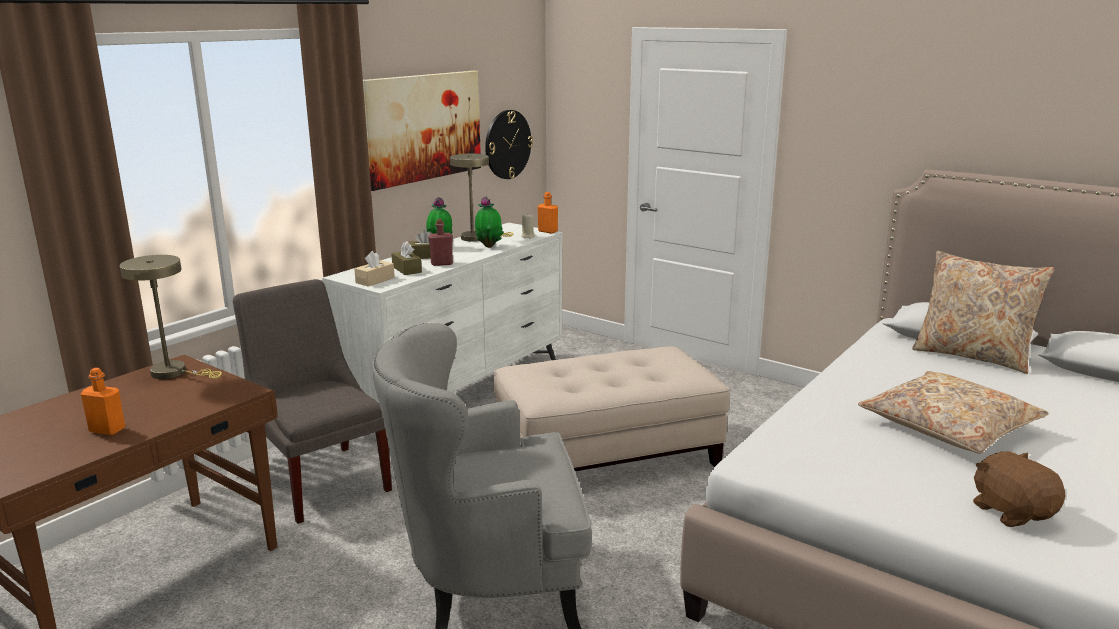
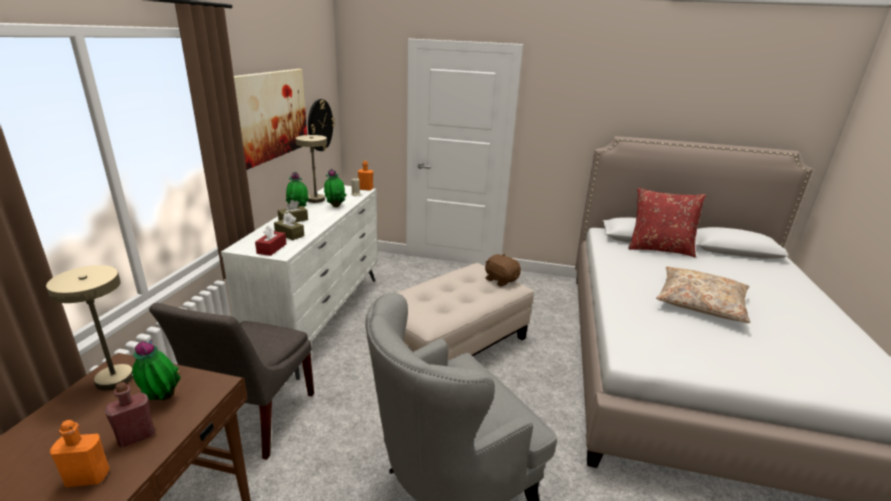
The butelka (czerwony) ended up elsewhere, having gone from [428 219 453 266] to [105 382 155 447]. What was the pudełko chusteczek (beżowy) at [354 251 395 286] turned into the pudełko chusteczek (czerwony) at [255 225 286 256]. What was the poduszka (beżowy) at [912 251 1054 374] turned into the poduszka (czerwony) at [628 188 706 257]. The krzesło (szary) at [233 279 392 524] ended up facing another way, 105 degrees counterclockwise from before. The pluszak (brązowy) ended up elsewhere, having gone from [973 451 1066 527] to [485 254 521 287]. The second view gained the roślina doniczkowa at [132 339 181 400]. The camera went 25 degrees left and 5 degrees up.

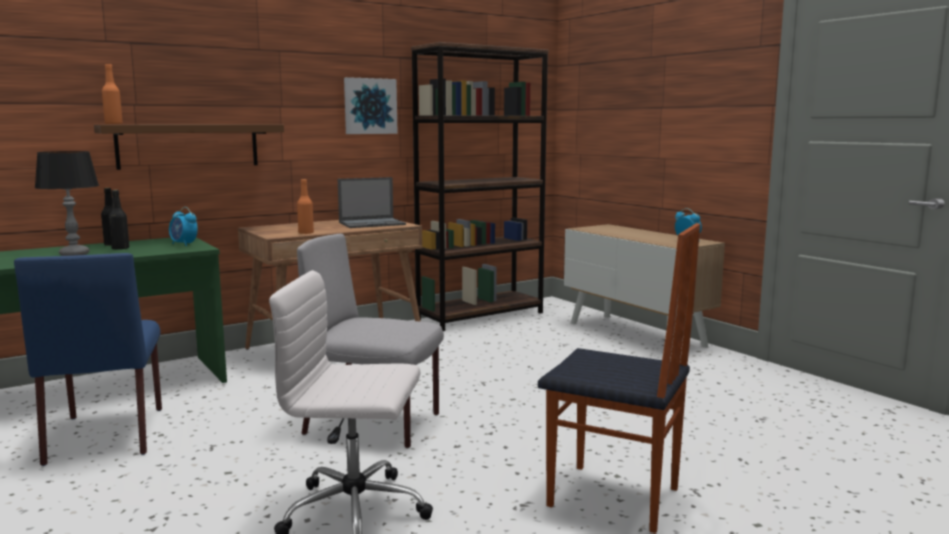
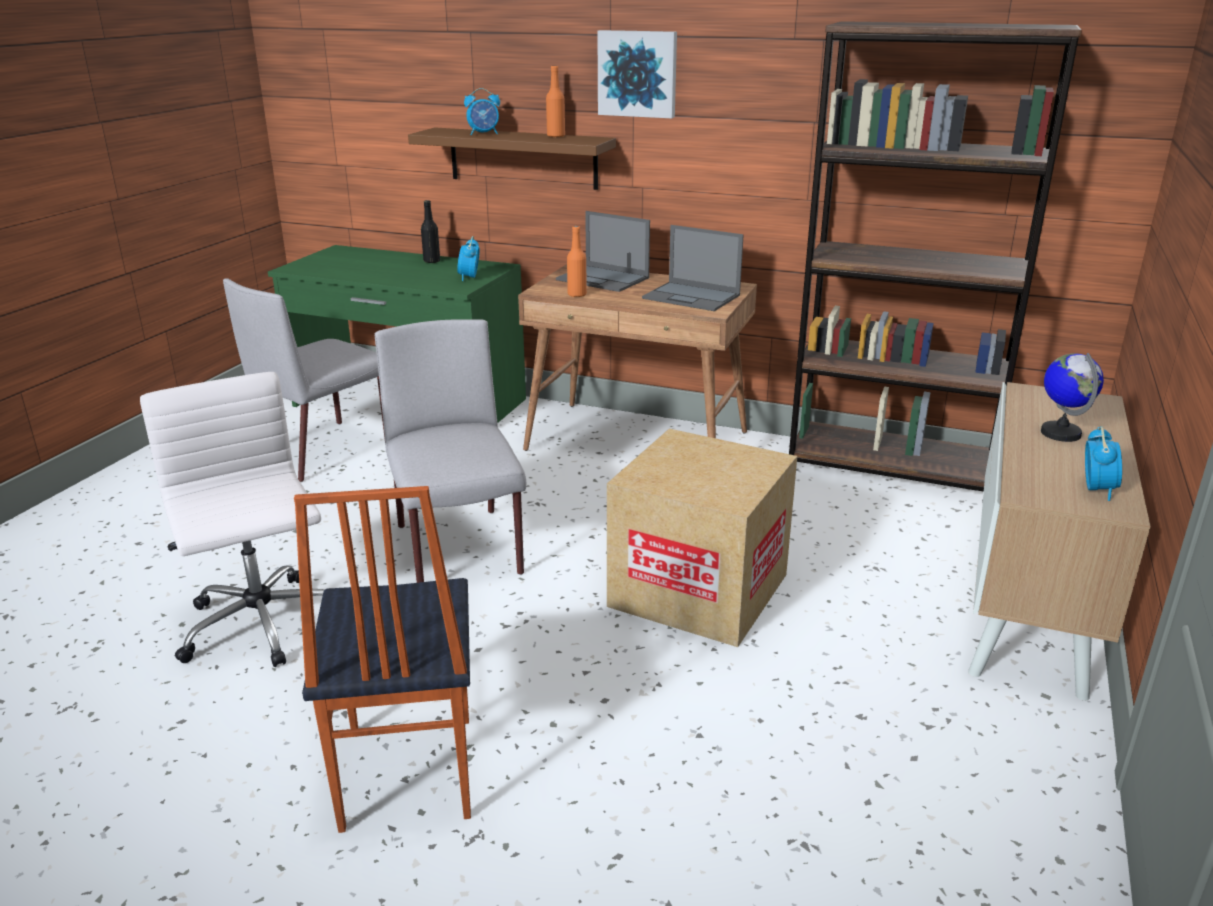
The butelka (pomarańczowy) ended up elsewhere, having gone from [102 64 123 124] to [546 66 565 137]. The obraz ended up elsewhere, having gone from [344 77 398 134] to [597 30 677 119]. The second view lost the lampa stołowa at [35 151 99 256]. The second view lost the butelka (czarny) at [109 190 130 250]. What was the krzesło (niebieski) at [14 253 162 466] turned into the krzesło (szary) at [223 278 385 482]. The second view gained the budzik at [464 88 500 135]. The second view gained the laptop at [556 211 650 292]. The second view gained the globus at [1041 353 1104 442]. The second view gained the karton at [607 429 797 647]. The camera went 55 degrees right and 15 degrees up.

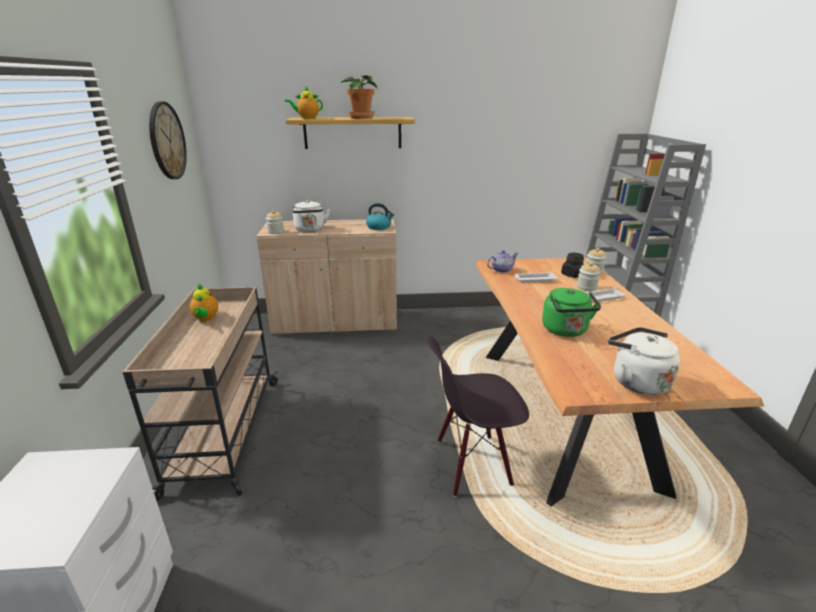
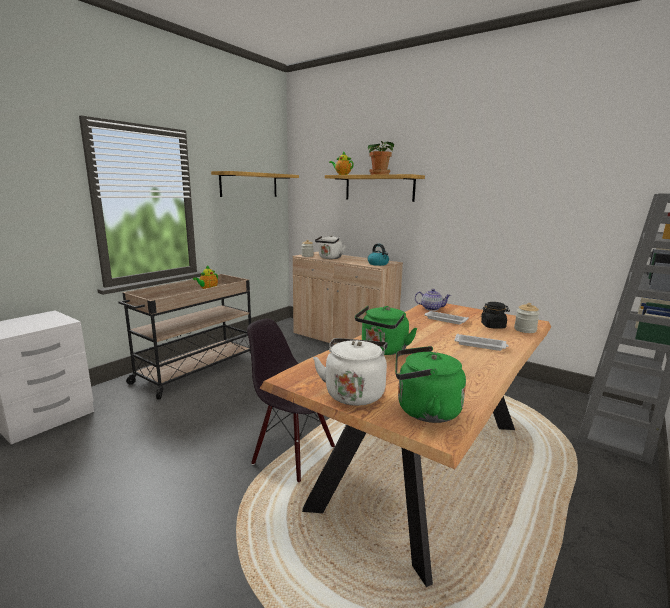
Where the zegar ścienny hung at [149 102 187 179], the półka came to hang at [211 171 299 197]. The second view lost the słoik at [577 262 600 291]. The second view gained the czajnik (zielony) at [395 346 466 423]. The camera went 40 degrees right and 10 degrees down.

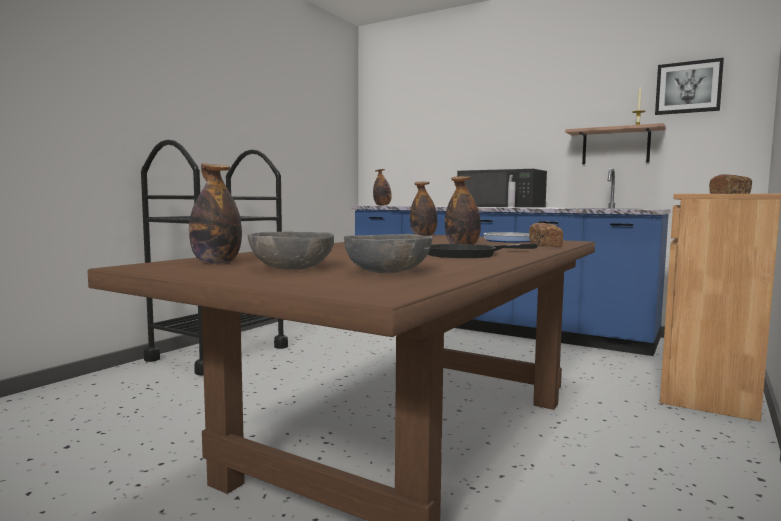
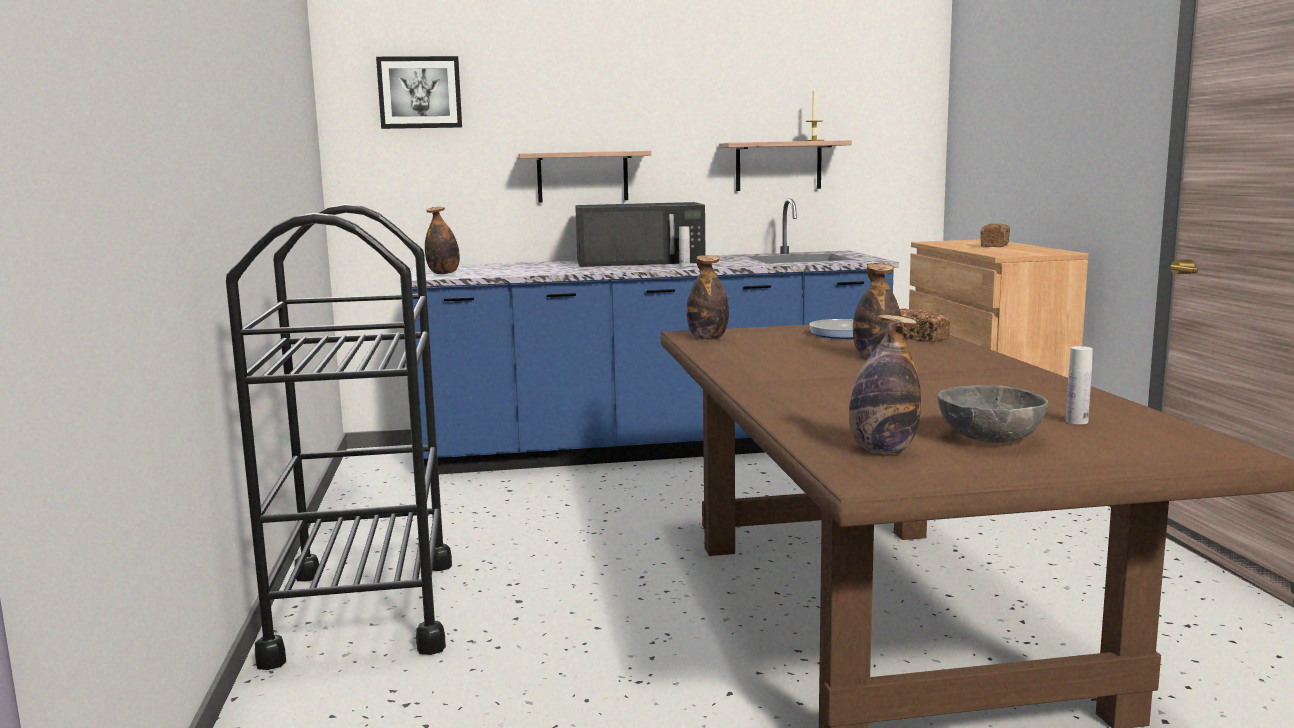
The obraz ended up elsewhere, having gone from [655 58 724 115] to [376 56 462 129]. Where the miska (szary) stood at [344 234 433 273], the butelka (biały) came to stand at [1066 346 1093 424]. The second view lost the patelnia (czarny) at [428 244 538 258]. The second view gained the półka at [518 151 651 203]. The camera went 40 degrees left and 5 degrees up.

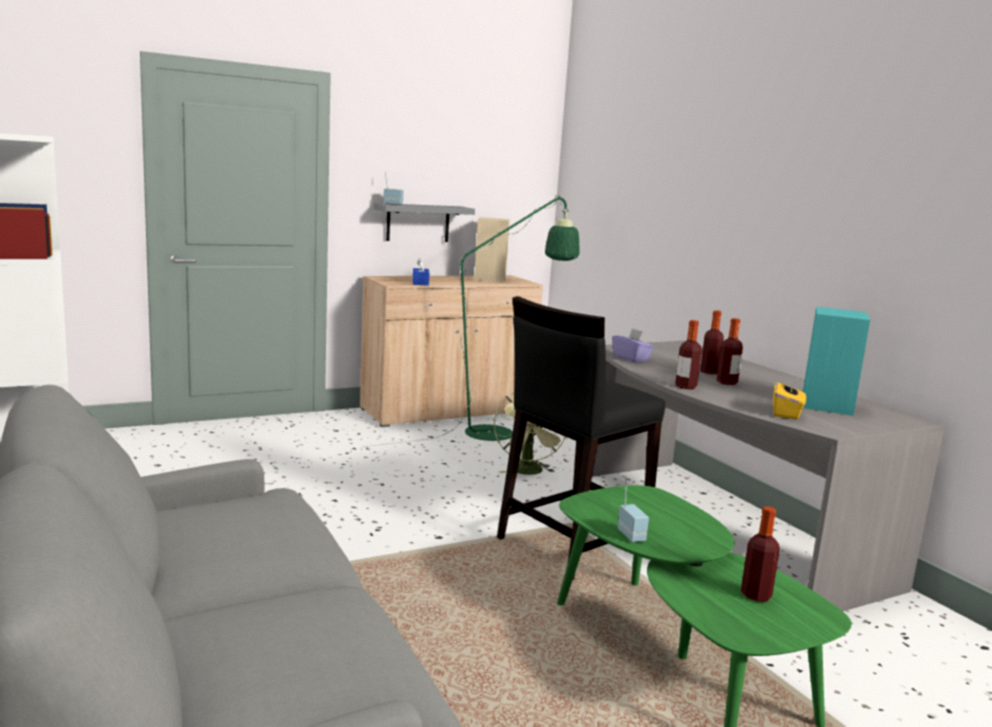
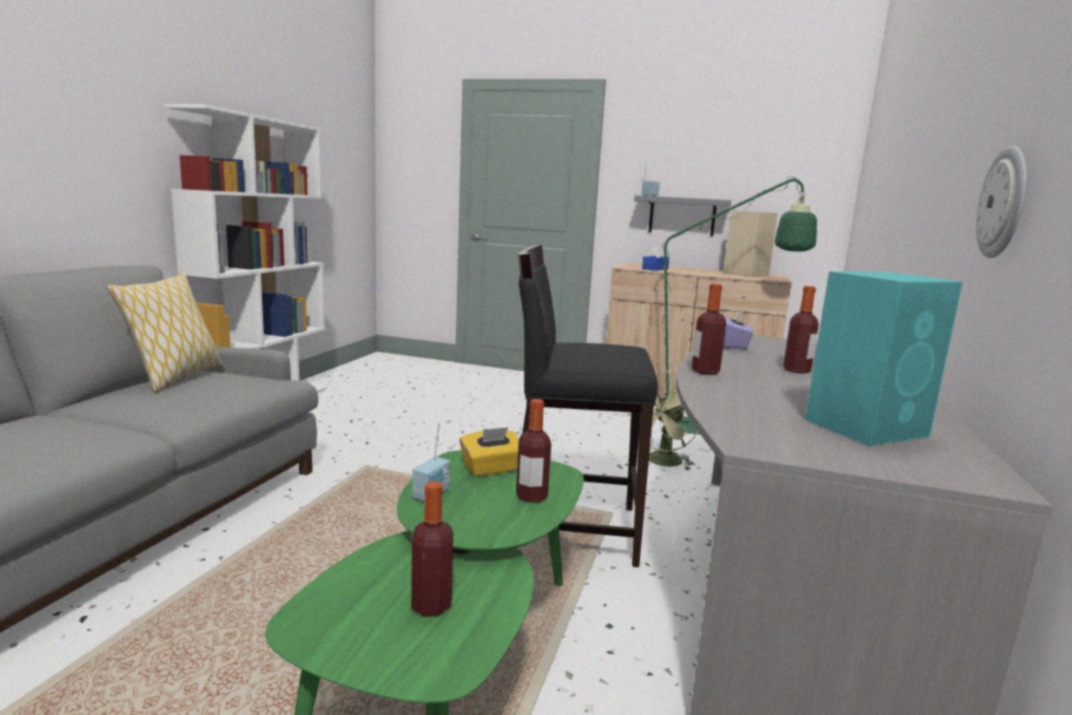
The butelka ended up elsewhere, having gone from [717 318 743 385] to [516 399 551 503]. The pudełko chusteczek (żółty) ended up elsewhere, having gone from [773 379 806 420] to [460 427 519 477]. The second view gained the zegar ścienny at [976 146 1027 258]. The second view gained the poduszka at [107 273 222 392]. The camera went 45 degrees right and 0 degrees up.

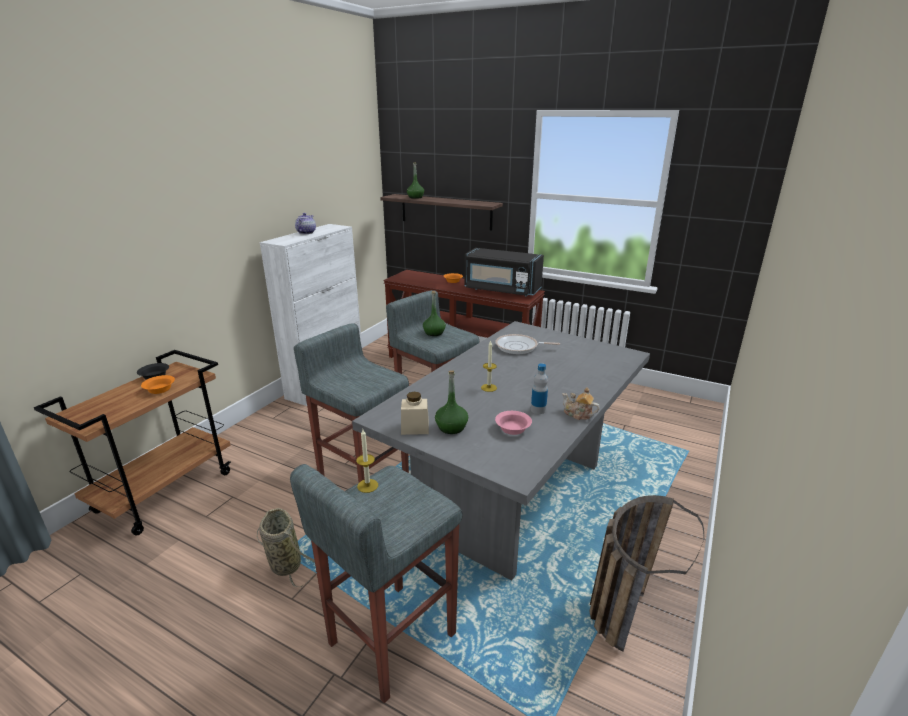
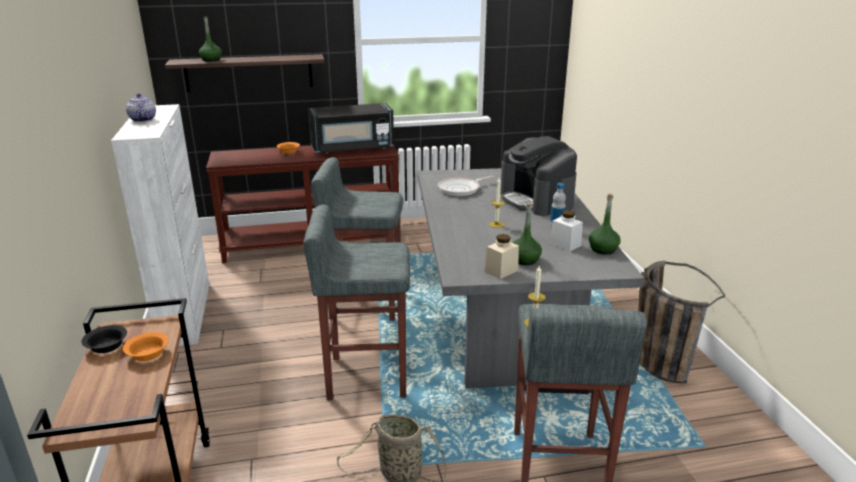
The butelka (zielony) ended up elsewhere, having gone from [423 291 446 336] to [589 194 621 254]. The second view lost the imbryk at [562 387 600 420]. Where the miska (różowy) stood at [495 411 532 435], the słoik (biały) came to stand at [549 210 583 252]. The second view gained the ekspres do kawy at [500 136 577 216]. The camera went 40 degrees left and 0 degrees up.

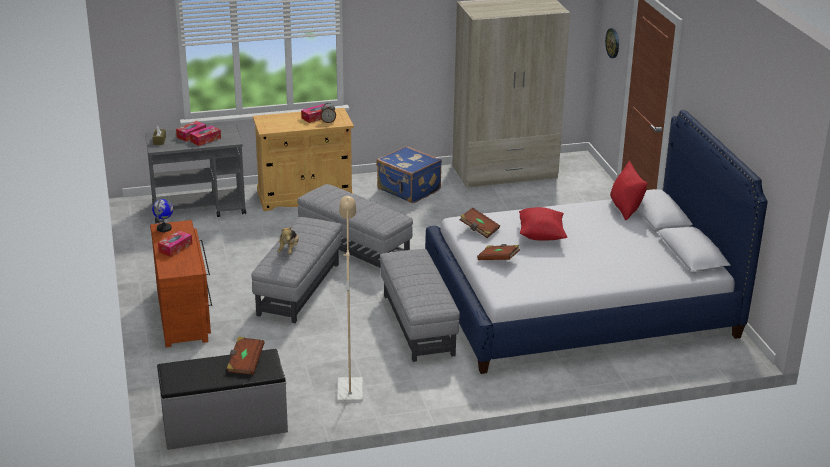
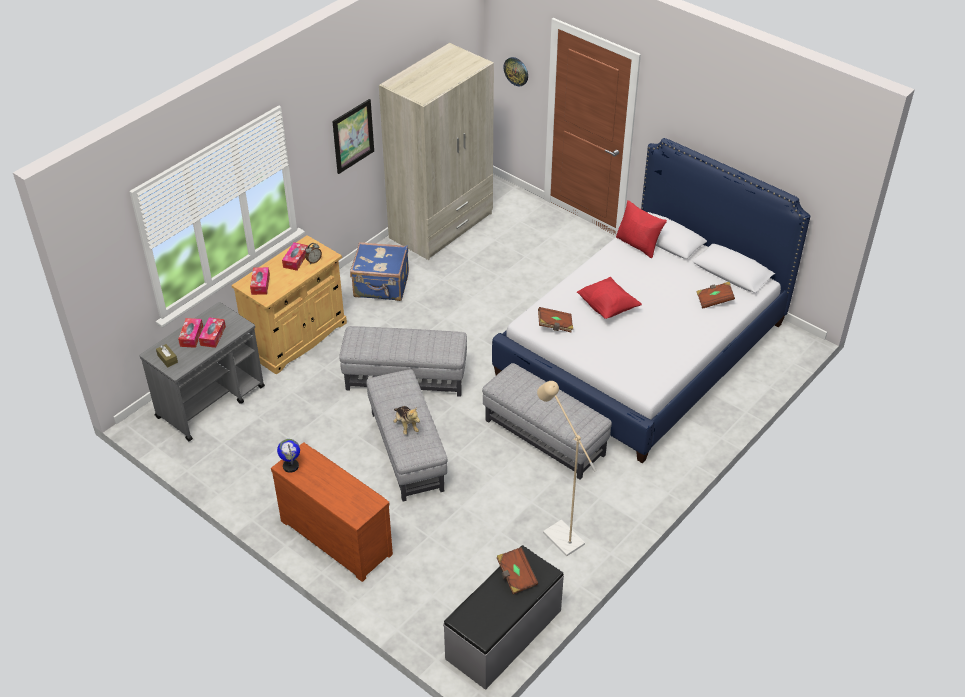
The pudełko chusteczek ended up elsewhere, having gone from [158 230 192 257] to [250 267 270 295]. The książka (brązowy) ended up elsewhere, having gone from [477 244 520 260] to [696 282 735 309]. The second view gained the obraz at [332 99 374 174]. The camera went 35 degrees left and 15 degrees up.

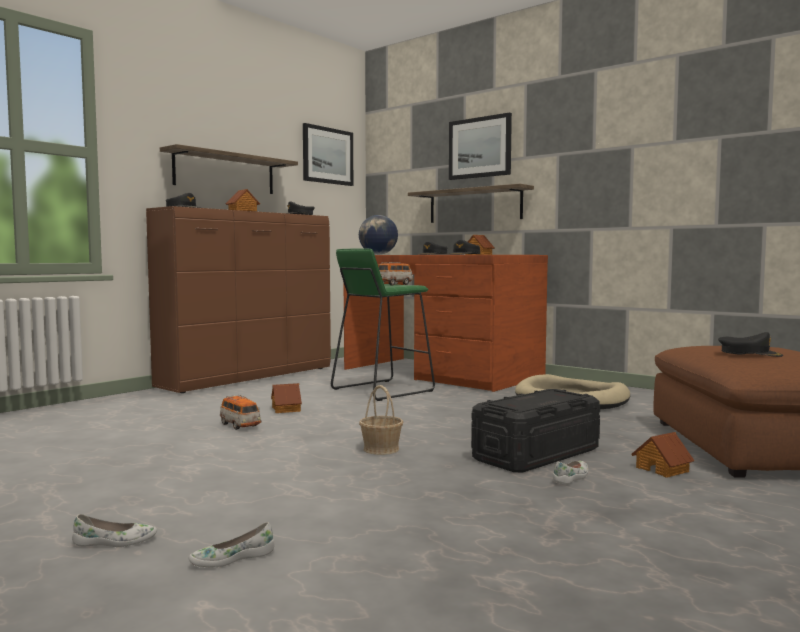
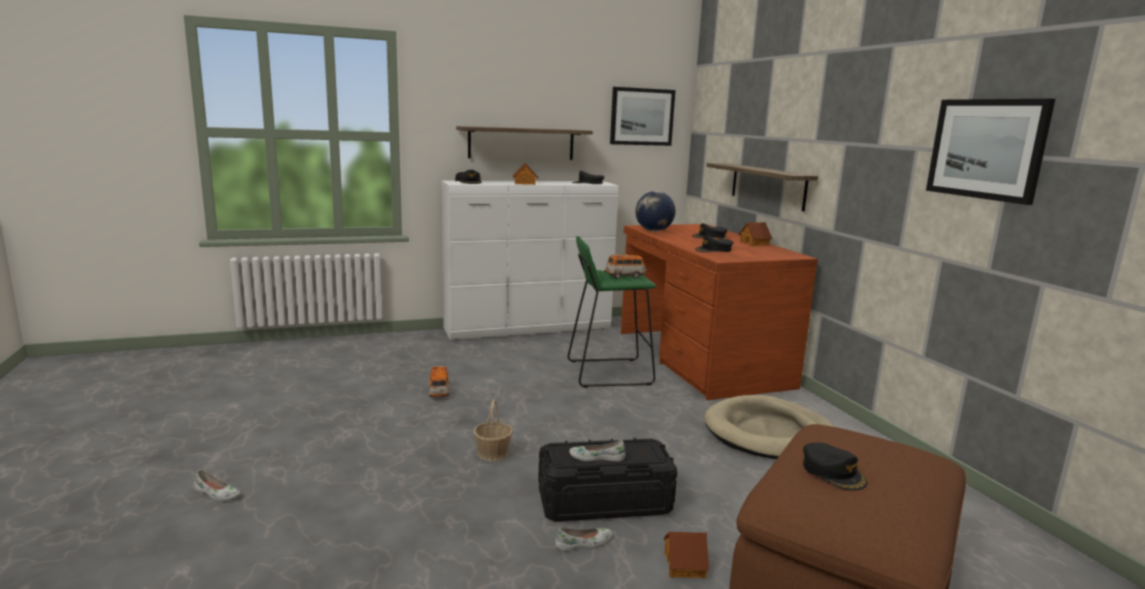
The obraz ended up elsewhere, having gone from [449 112 512 180] to [926 99 1055 205]. What was the komoda (brązowy) at [146 206 331 393] turned into the komoda (biały) at [442 180 618 340]. The second view lost the domek at [271 383 302 413]. The but (biały) ended up elsewhere, having gone from [188 522 275 568] to [569 440 625 462]. The camera went 30 degrees right and 10 degrees up.

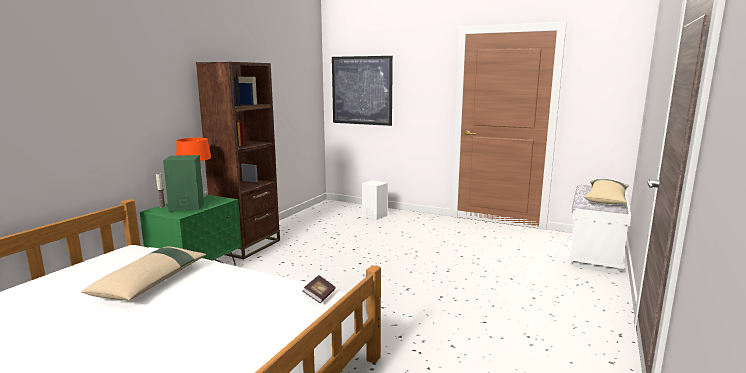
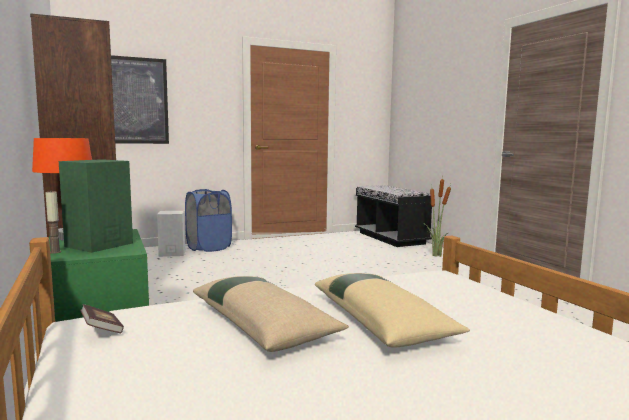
The poduszka (beżowy) ended up elsewhere, having gone from [584 179 629 204] to [315 273 470 348]. What was the ławka (biały) at [568 185 631 273] turned into the ławka (czarny) at [355 185 432 247]. The książka ended up elsewhere, having gone from [303 275 335 303] to [80 304 124 333]. The second view gained the roślina doniczkowa at [423 178 451 257]. The second view gained the kosz na pranie (niebieski) at [185 189 232 252]. The camera went 50 degrees left and 5 degrees down.

